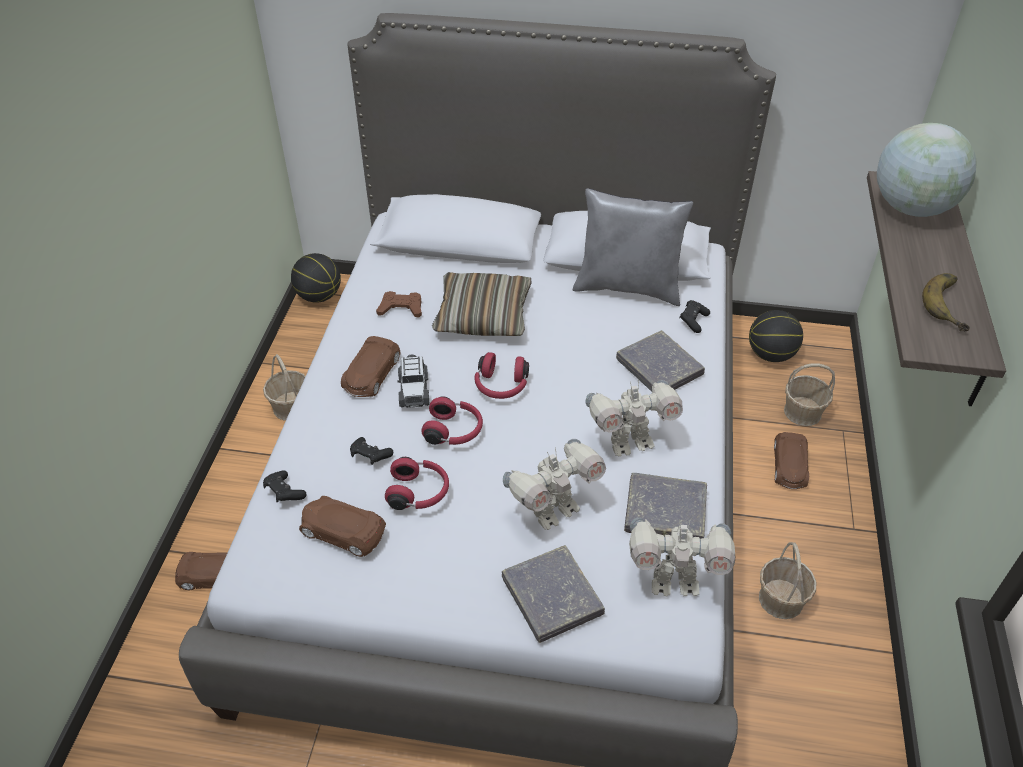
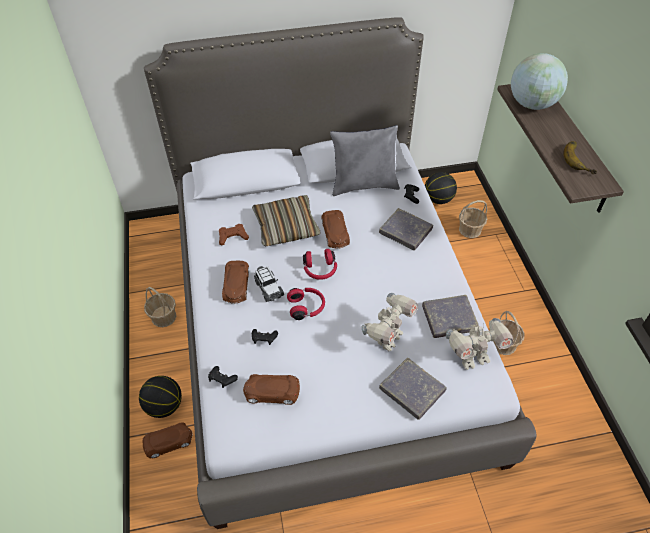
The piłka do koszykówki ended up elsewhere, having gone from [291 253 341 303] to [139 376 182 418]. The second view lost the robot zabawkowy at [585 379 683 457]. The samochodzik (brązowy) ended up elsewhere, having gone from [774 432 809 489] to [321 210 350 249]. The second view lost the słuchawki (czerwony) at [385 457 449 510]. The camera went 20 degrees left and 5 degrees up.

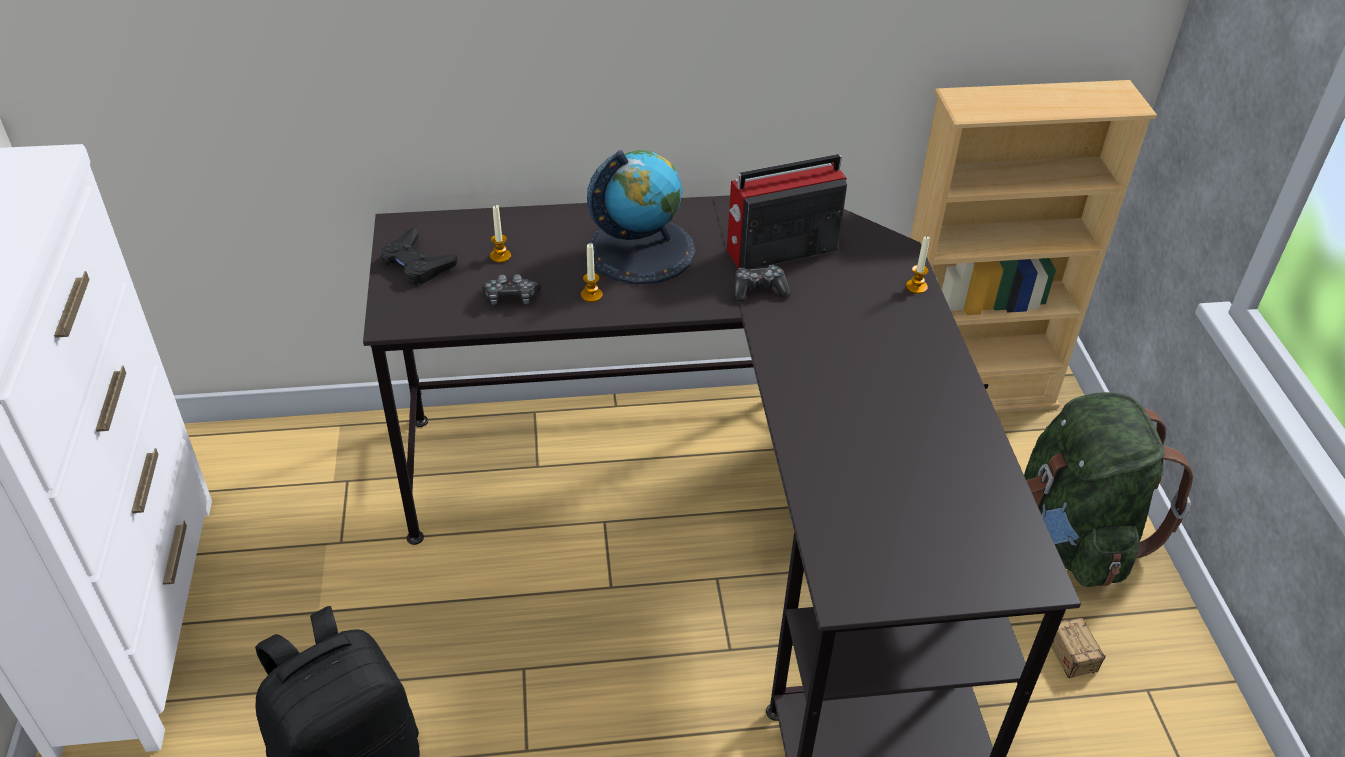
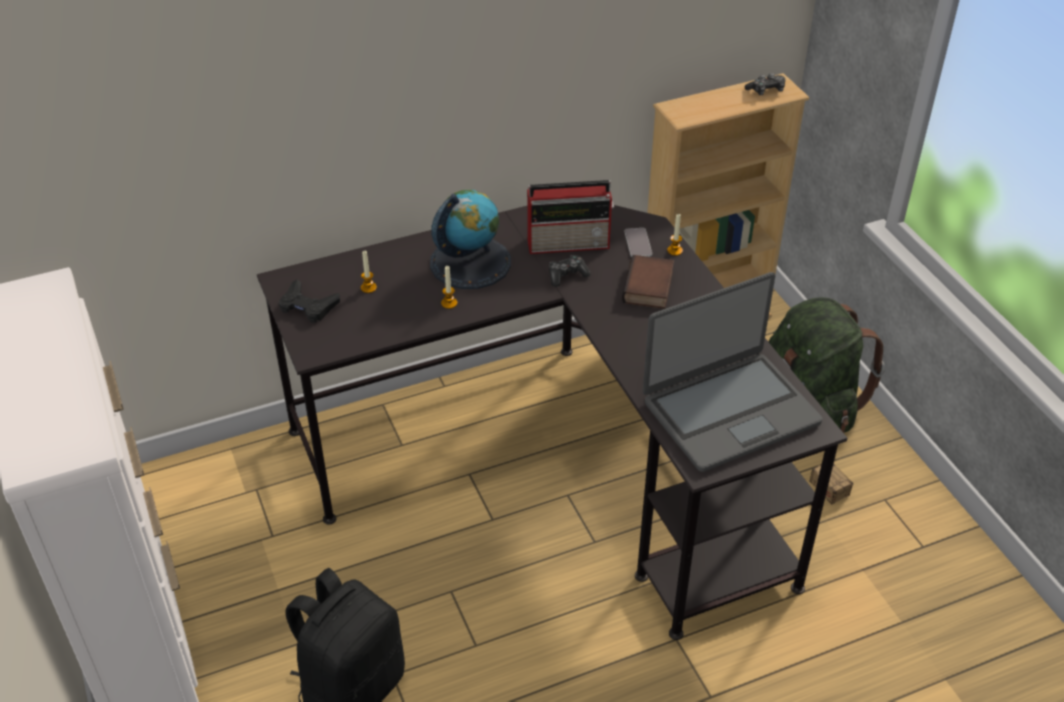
The radio at [727 154 847 270] ended up facing another way, 150 degrees counterclockwise from before. The pad do gier ended up elsewhere, having gone from [482 274 541 305] to [745 73 785 95]. The second view gained the telefon at [624 228 652 257]. The second view gained the książka at [622 255 674 309]. The second view gained the laptop at [643 272 822 472]. The camera went 15 degrees left and 0 degrees up.

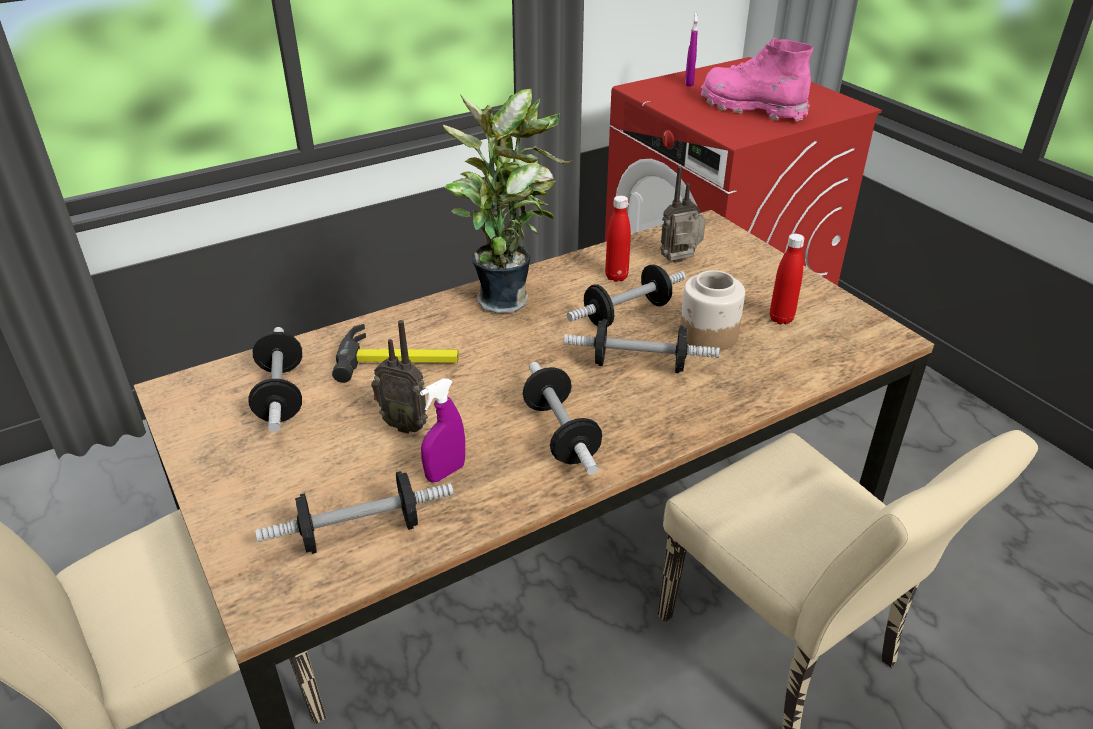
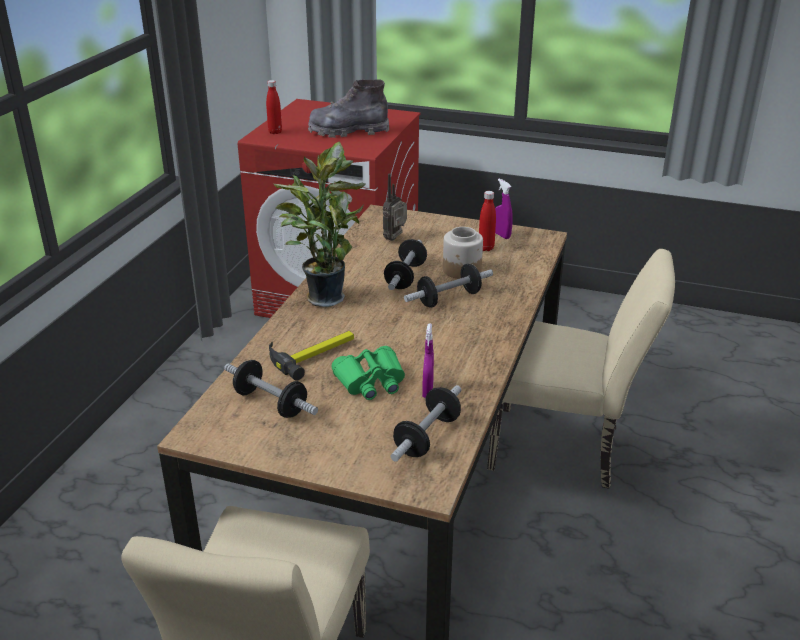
The spryskiwacz (fioletowy) ended up elsewhere, having gone from [685 12 698 86] to [495 179 513 239]. What was the but z cholewką (różowy) at [701 38 813 121] turned into the but z cholewką (szary) at [308 80 389 138]. The butelka (czerwony) ended up elsewhere, having gone from [605 195 631 282] to [266 80 282 134]. Where the radio stood at [371 320 428 434], the lornetka (zielony) came to stand at [331 346 405 400]. The second view lost the hantel at [523 362 602 475]. The camera went 40 degrees left and 5 degrees down.

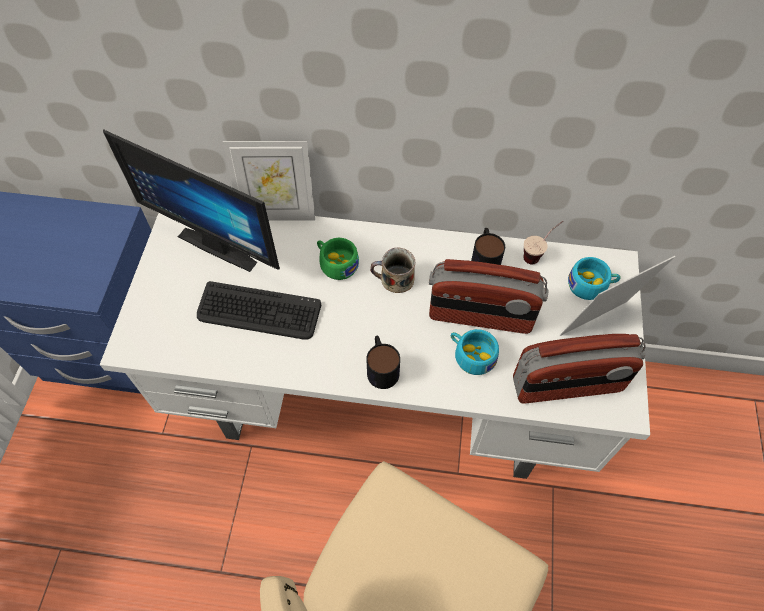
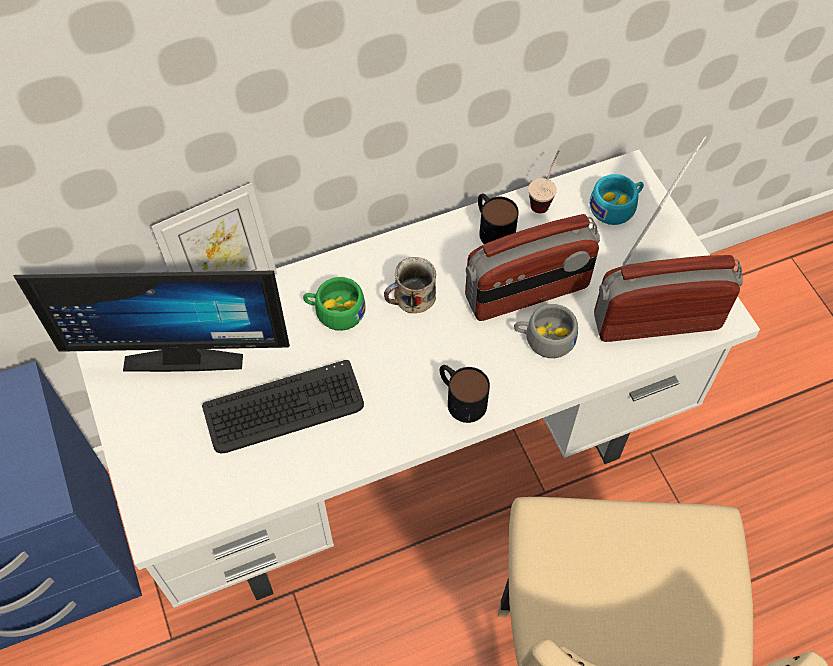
What was the filiżanka (turkusowy) at [451 329 499 375] turned into the filiżanka (szary) at [514 304 578 358]. The radio at [513 334 646 404] ended up facing another way, 150 degrees counterclockwise from before. The camera went 30 degrees left and 0 degrees up.

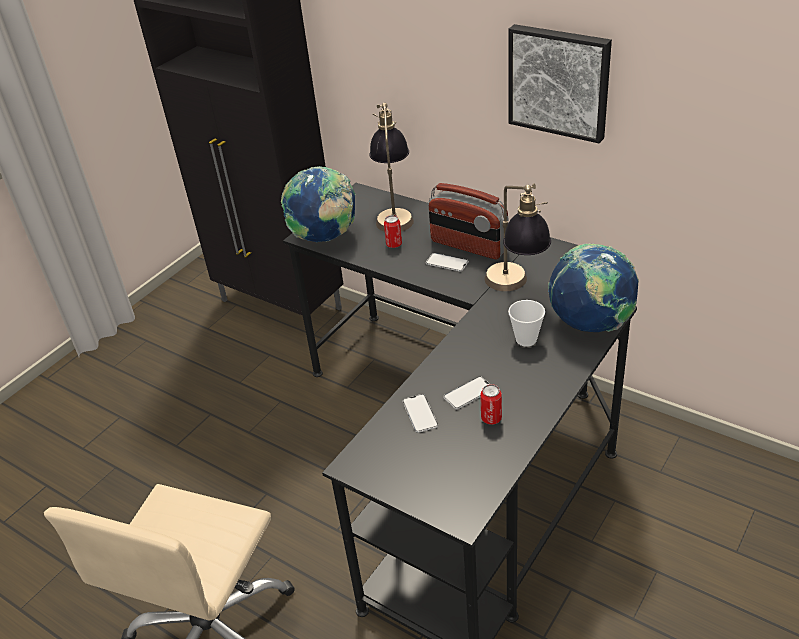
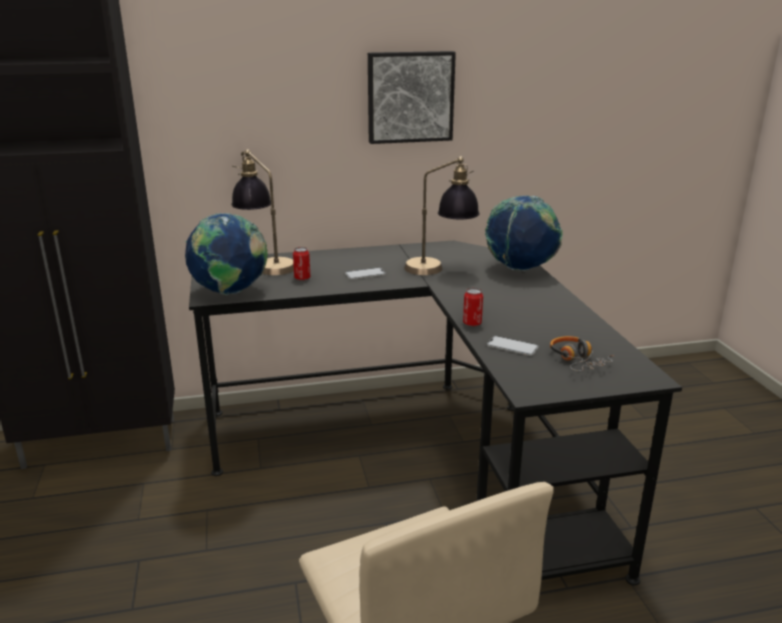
The second view lost the radio at [429 183 508 259]. The second view lost the filiżanka at [508 300 545 347]. The second view lost the telefon at [443 376 490 409]. The puszka ended up elsewhere, having gone from [480 384 502 425] to [463 288 483 326]. The second view gained the słuchawki at [550 336 615 371]. The camera went 50 degrees left and 15 degrees down.

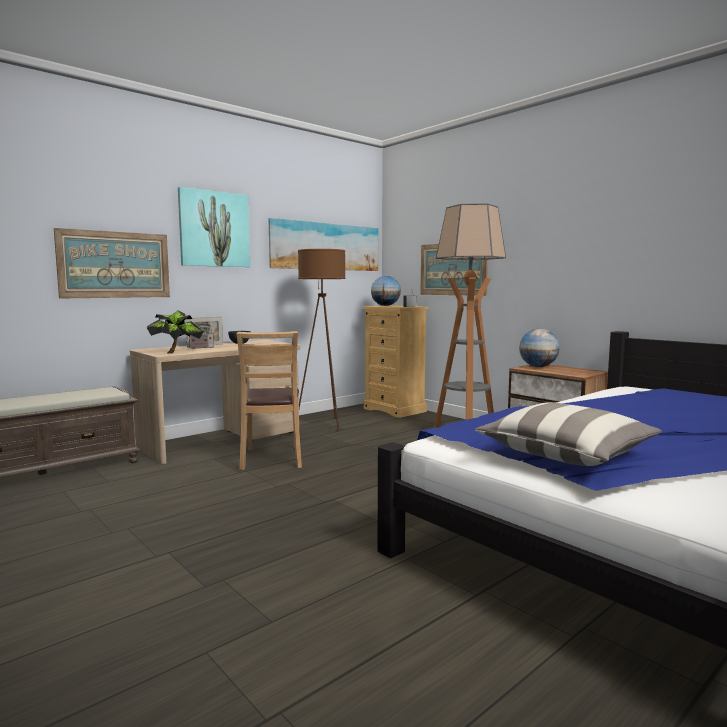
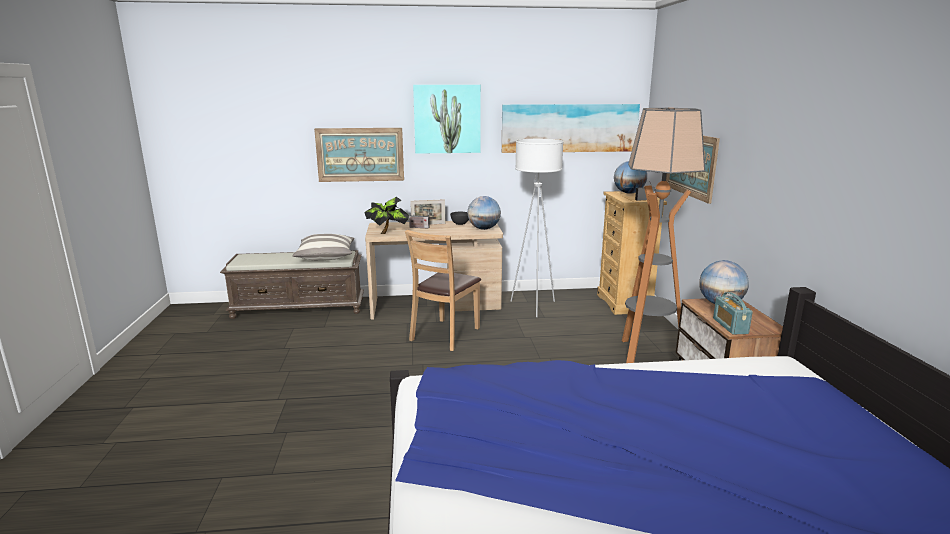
What was the lampa stojąca (brązowy) at [298 249 346 431] turned into the lampa stojąca (biały) at [511 139 564 317]. The poduszka ended up elsewhere, having gone from [475 402 662 466] to [293 234 354 260]. The second view gained the globus at [467 196 501 230]. The second view gained the radio at [713 292 753 334]. The camera went 35 degrees right and 10 degrees up.

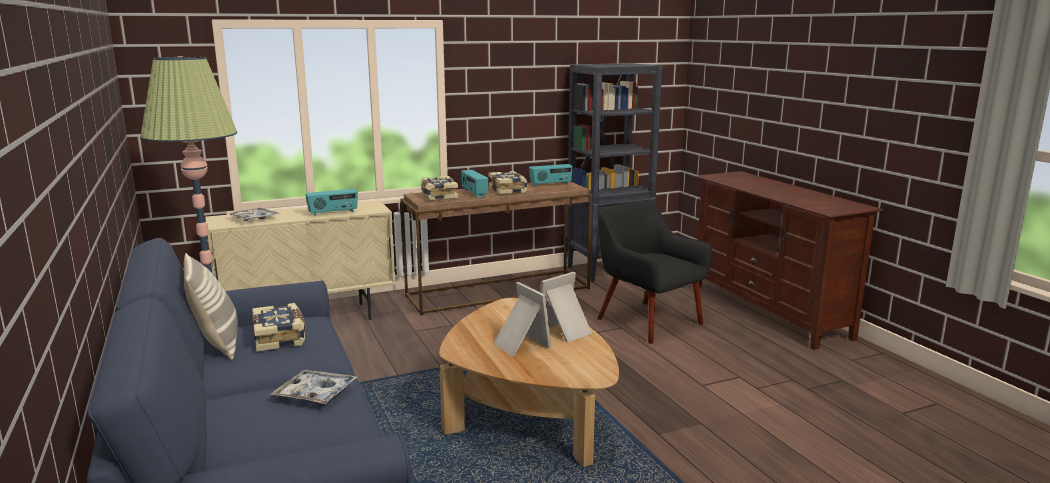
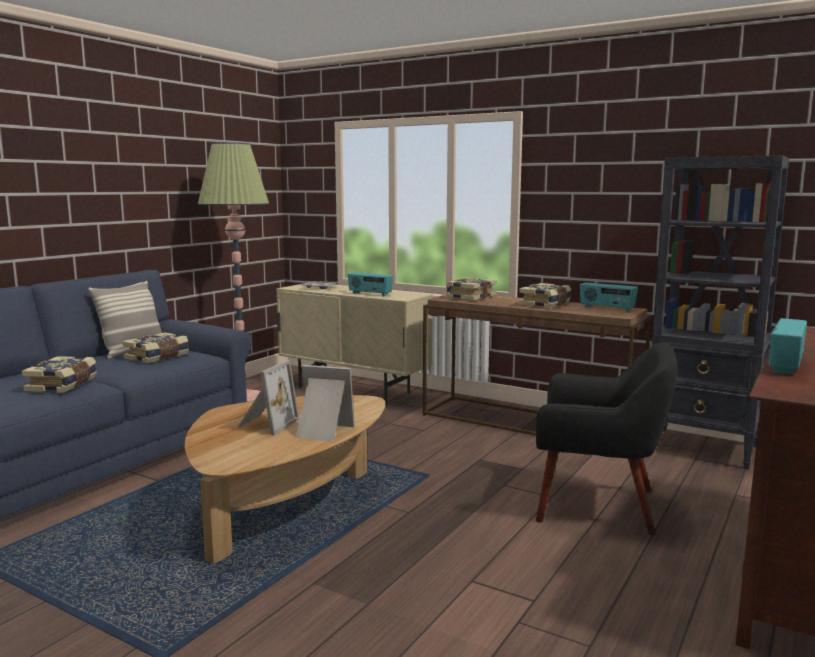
The radio ended up elsewhere, having gone from [461 170 488 198] to [767 318 807 374]. The fotel (czarny) at [597 200 712 344] ended up facing another way, 90 degrees clockwise from before. Where the taca stood at [271 370 357 404], the książka came to stand at [22 356 97 393]. The camera went 55 degrees right and 5 degrees down.

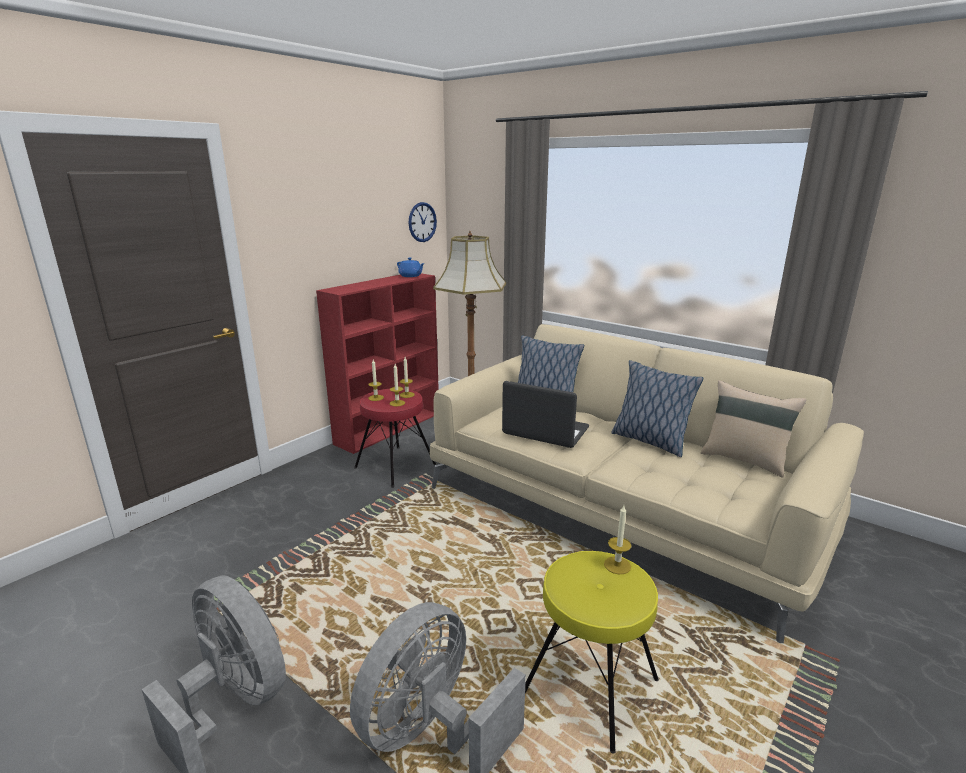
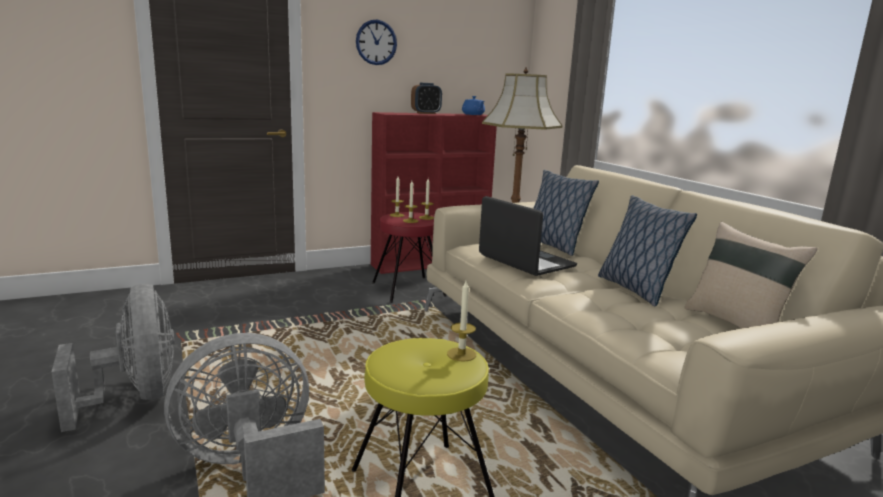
The zegar ścienny ended up elsewhere, having gone from [409 202 437 242] to [356 20 397 65]. The second view gained the budzik at [411 83 442 114]. The camera went 25 degrees right and 5 degrees down.

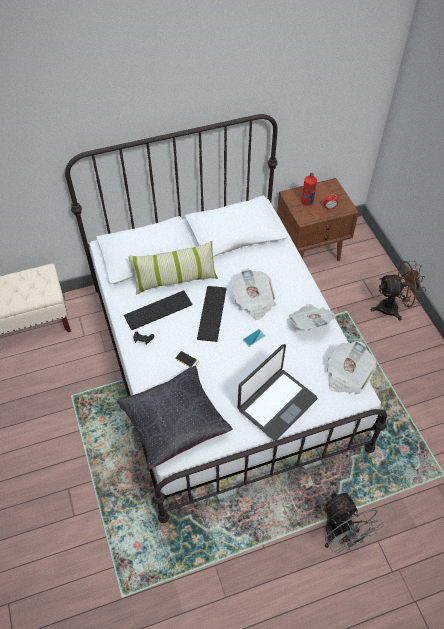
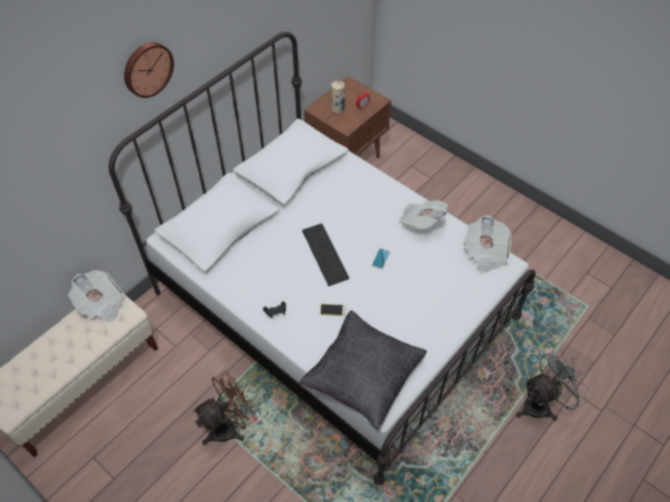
What was the butelka (czerwony) at [301 173 317 206] turned into the butelka (beżowy) at [331 77 345 113]. The second view lost the poduszka at [128 241 218 295]. The wentylator (brązowy) ended up elsewhere, having gone from [371 261 426 320] to [193 371 257 445]. The gazeta ended up elsewhere, having gone from [233 268 276 320] to [68 270 125 322]. The second view lost the klawiatura at [124 290 192 330]. The second view lost the laptop at [238 344 317 441]. The wentylator (szary) at [323 492 384 554] ended up facing another way, 60 degrees counterclockwise from before. The second view gained the zegar ścienny at [124 42 174 98]. The camera went 30 degrees left and 0 degrees up.

